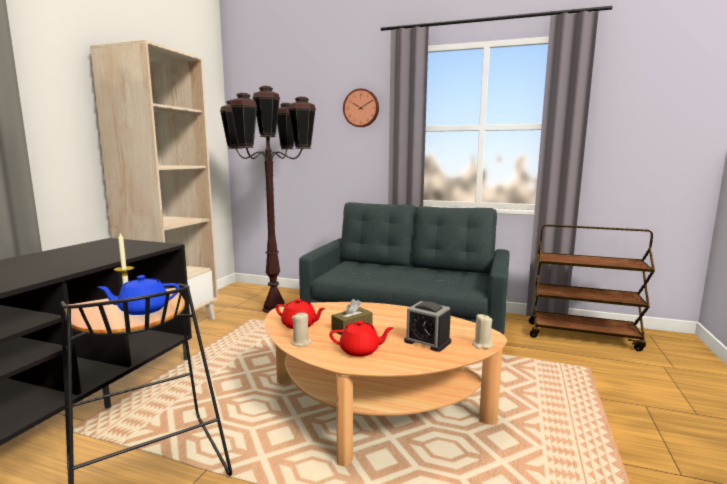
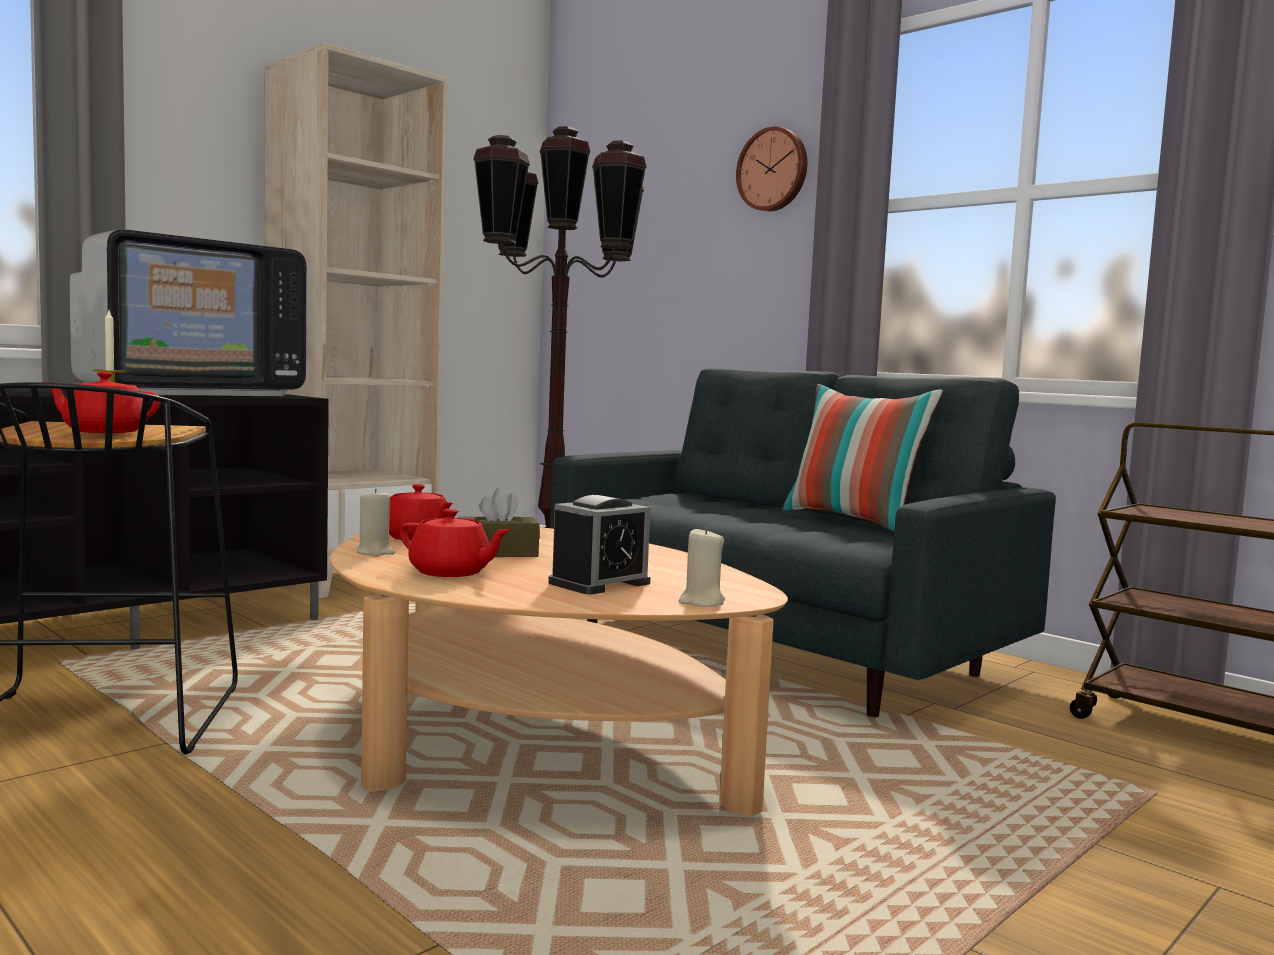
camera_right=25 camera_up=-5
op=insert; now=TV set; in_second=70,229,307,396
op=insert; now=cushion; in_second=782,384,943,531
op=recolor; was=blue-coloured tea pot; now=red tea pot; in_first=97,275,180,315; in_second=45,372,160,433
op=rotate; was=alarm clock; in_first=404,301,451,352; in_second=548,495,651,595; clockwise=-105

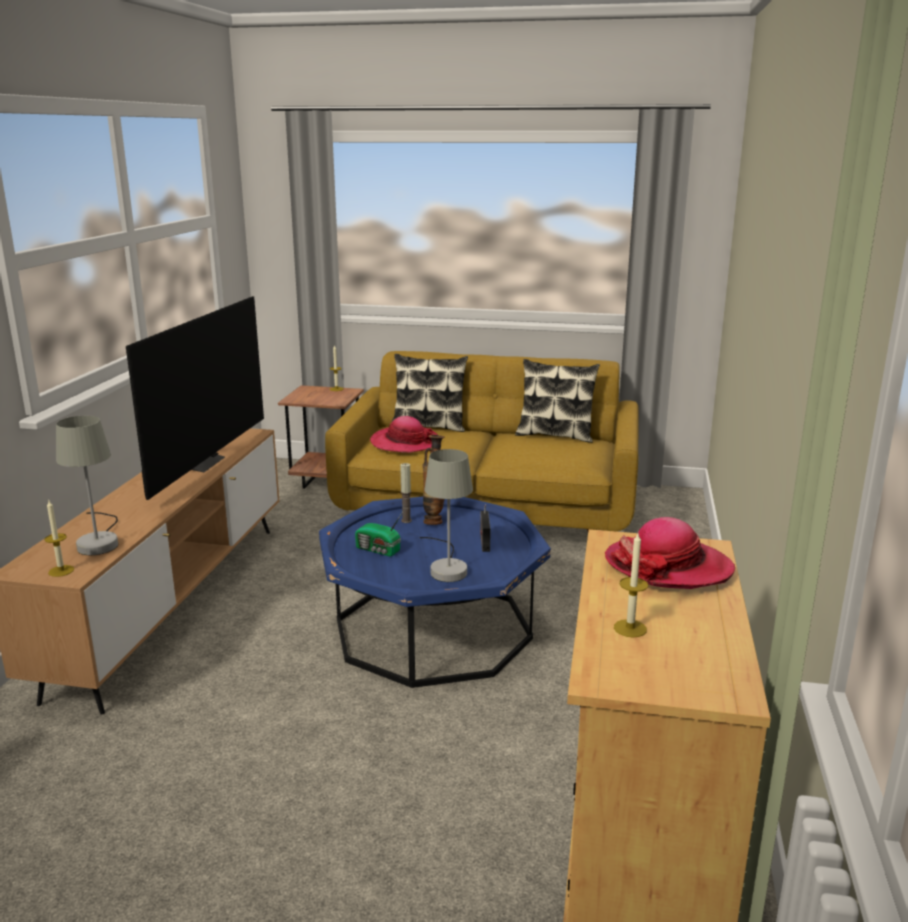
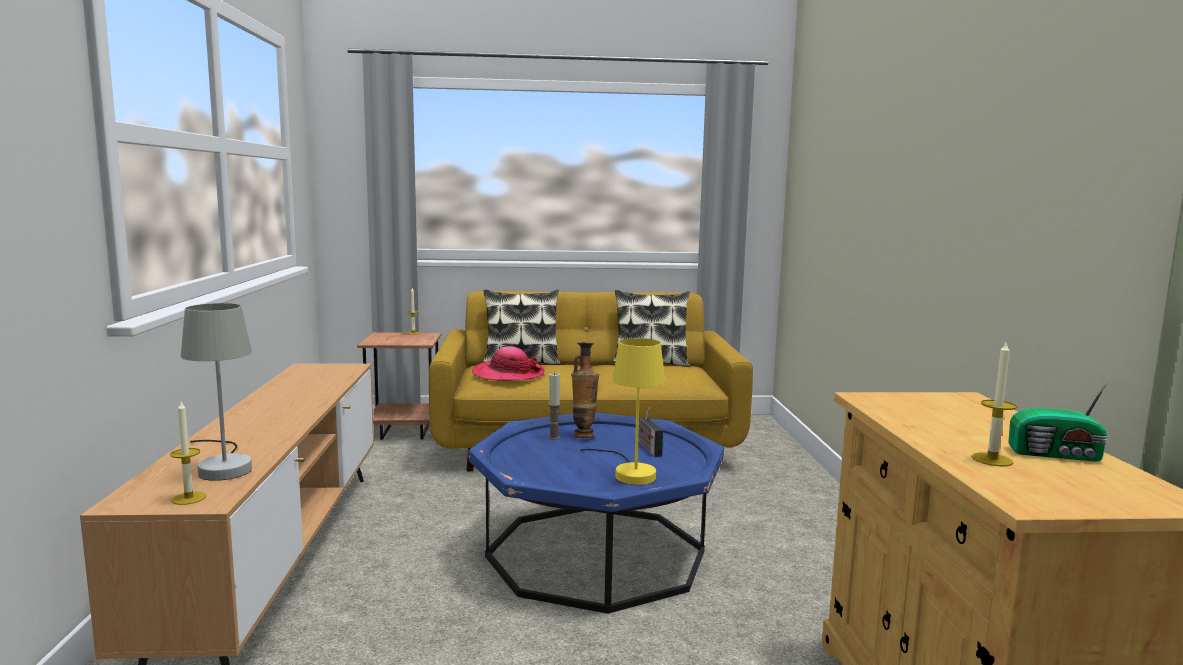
camera_right=-15 camera_up=-10
op=delete; was=TV set; in_first=126,296,264,500
op=delete; was=clothing hat; in_first=605,517,735,589
op=move; was=radio set; in_first=355,512,403,556; in_second=1008,378,1110,462
op=recolor; was=gray tabletop lamp; now=yellow-coloured tabletop lamp; in_first=419,449,473,582; in_second=580,338,665,485

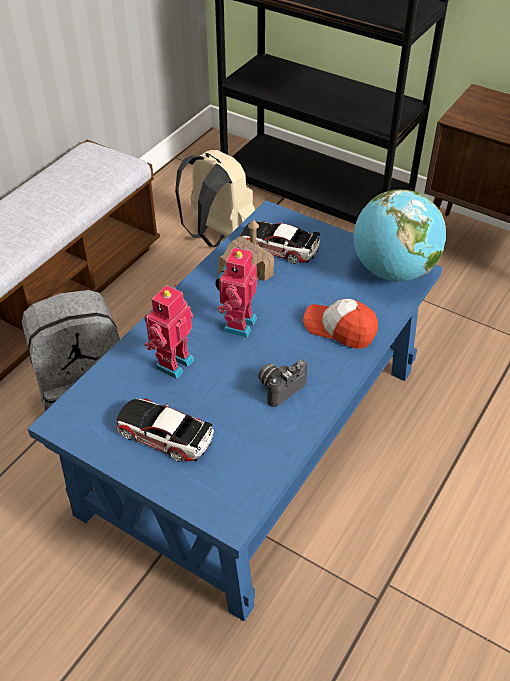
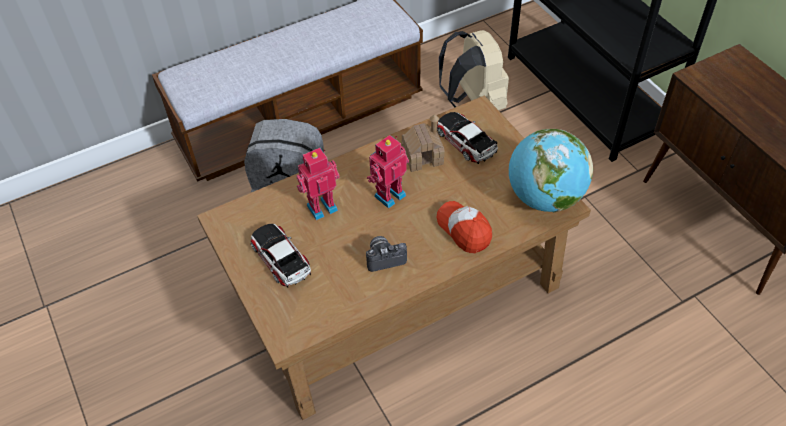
camera_right=30 camera_up=5
op=recolor; was=blue-coloured coffee table; now=brown-coloured coffee table; in_first=28,200,443,622; in_second=197,95,591,420

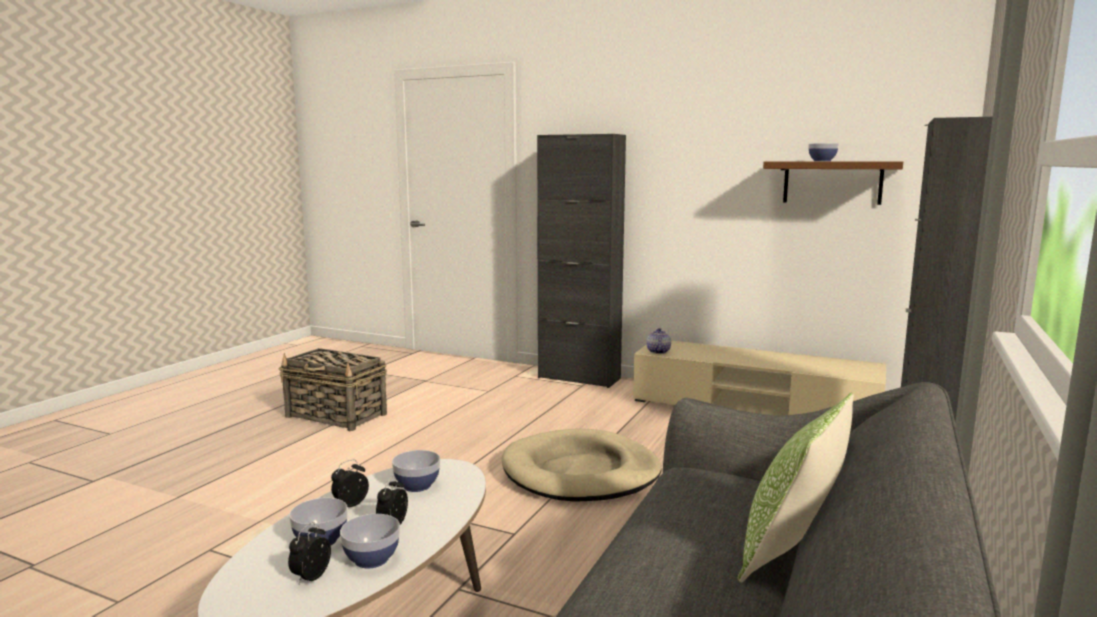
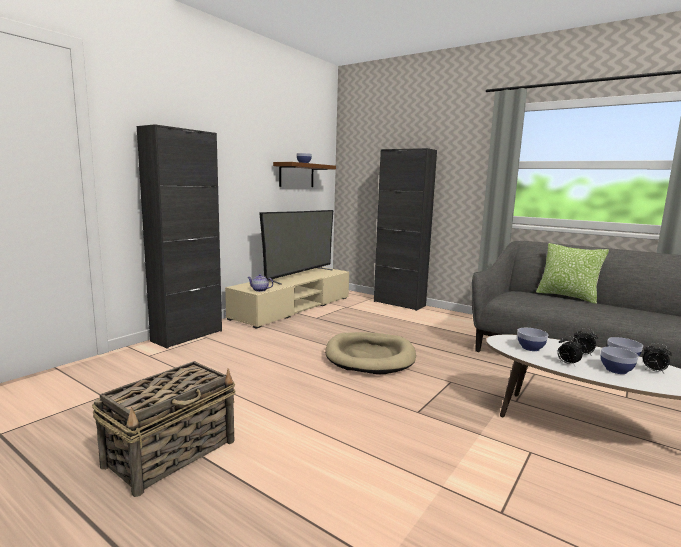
camera_right=-80 camera_up=0
op=insert; now=TV set; in_second=259,210,333,285

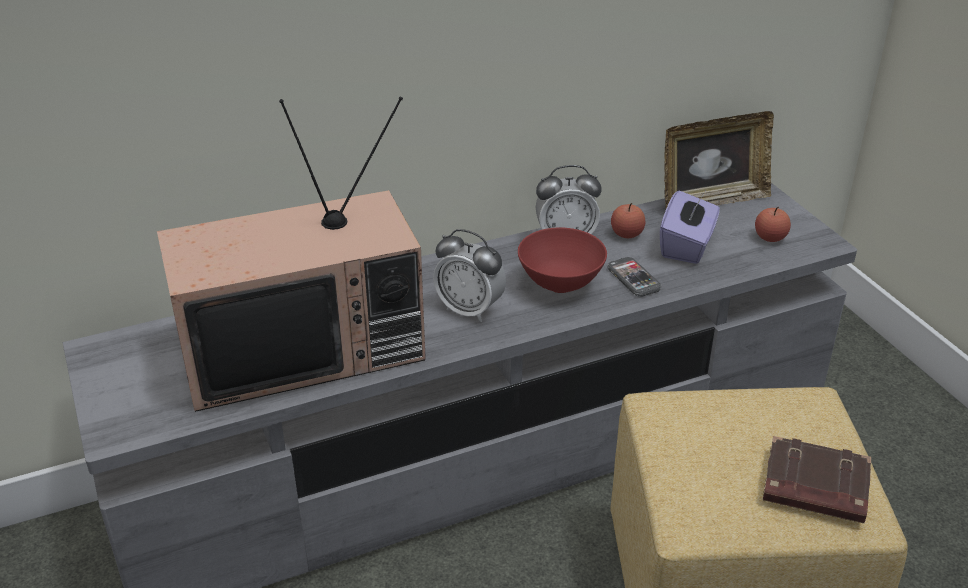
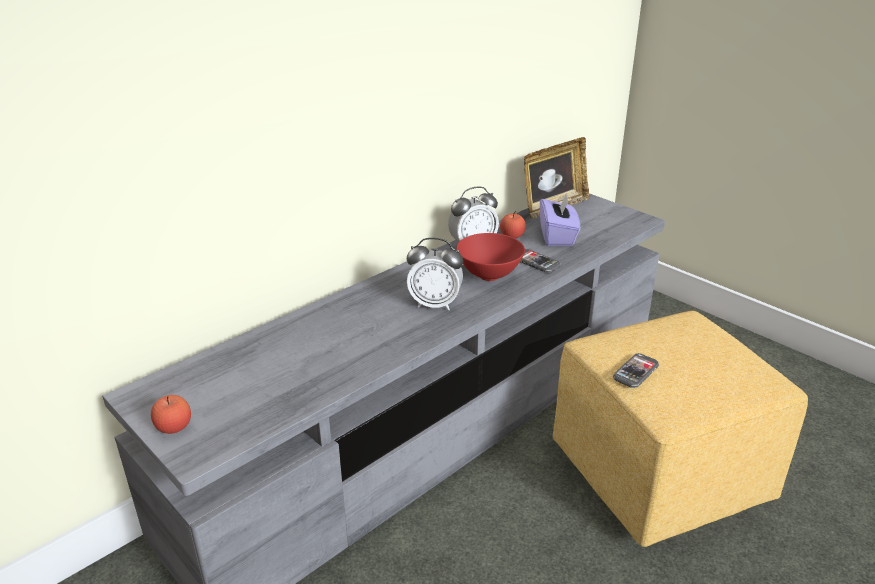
camera_right=-20 camera_up=-5
op=delete; was=TV set; in_first=157,97,426,412
op=delete; was=brown-coloured book; in_first=763,436,871,523
op=insert; now=handset; in_second=613,353,659,388
op=move; was=whole apple; in_first=755,207,791,242; in_second=151,395,191,434

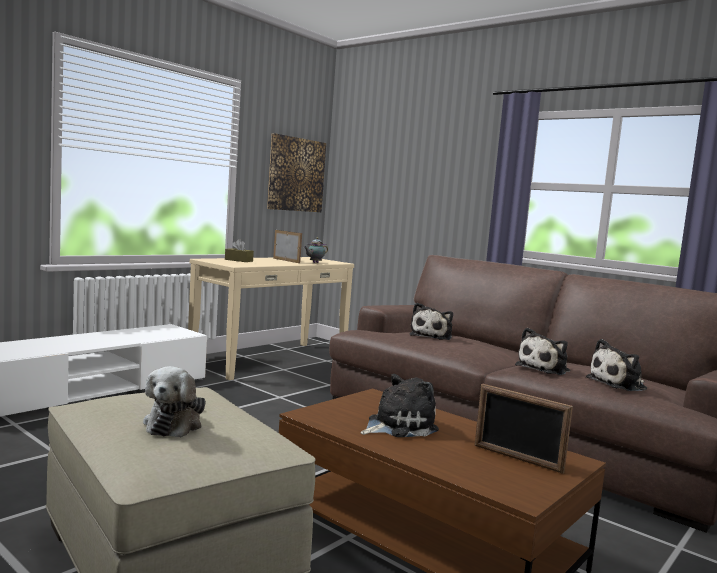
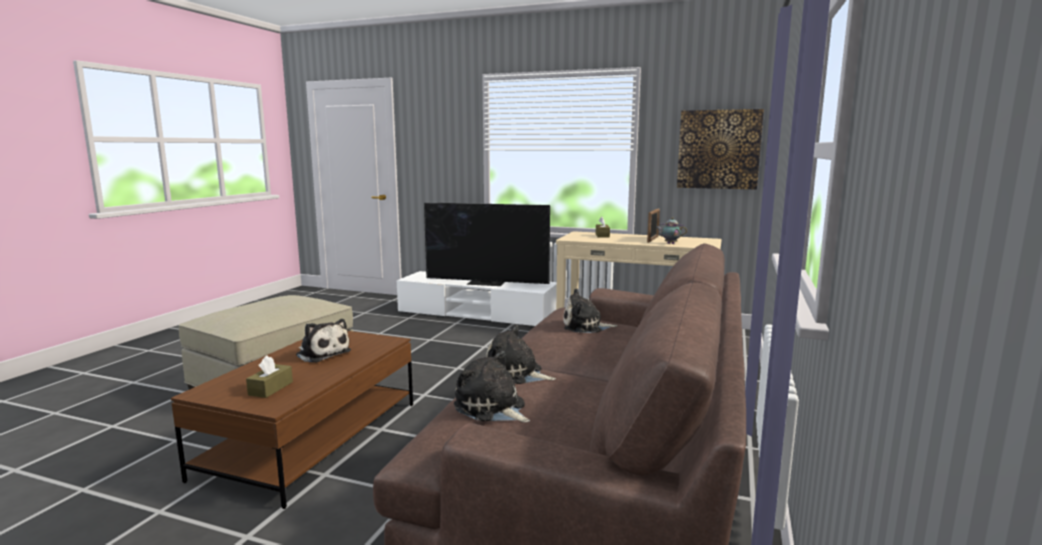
camera_right=70 camera_up=5
op=delete; was=soft toy; in_first=143,366,206,437
op=insert; now=TV set; in_second=424,202,550,286
op=replace; was=photo frame; now=brown-coloured tissue holder; in_first=475,384,573,474; in_second=246,356,293,398

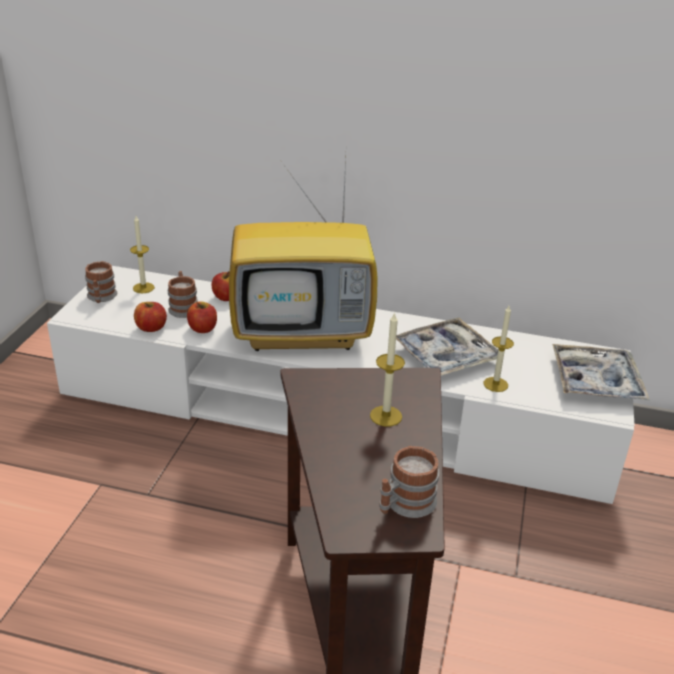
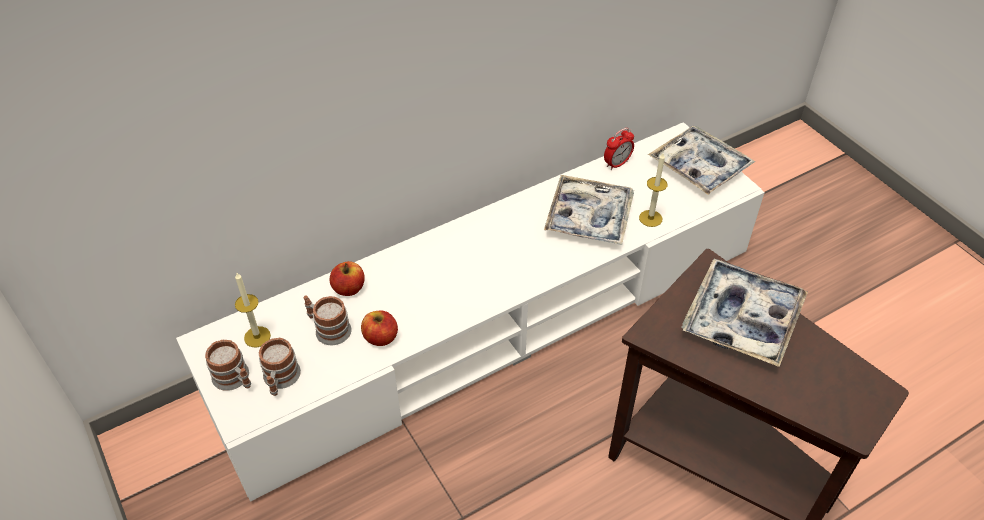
camera_right=-45 camera_up=15
op=delete; was=whole apple; in_first=134,302,167,332
op=delete; was=TV set; in_first=229,158,378,351
op=insert; now=alarm clock; in_second=604,128,634,170
op=move; was=mug; in_first=379,446,439,518; in_second=259,338,301,396
op=replace; was=wax light; now=carrying tray; in_first=370,312,405,427; in_second=682,259,808,367

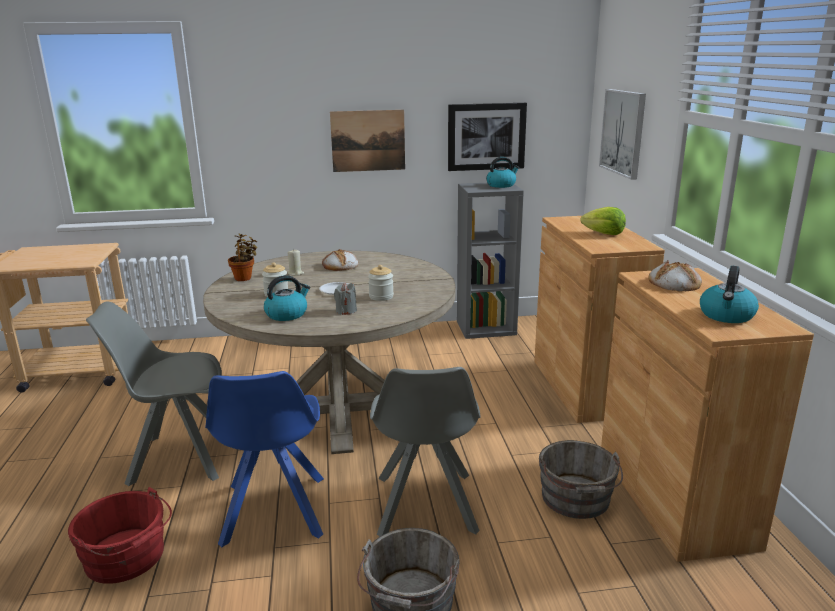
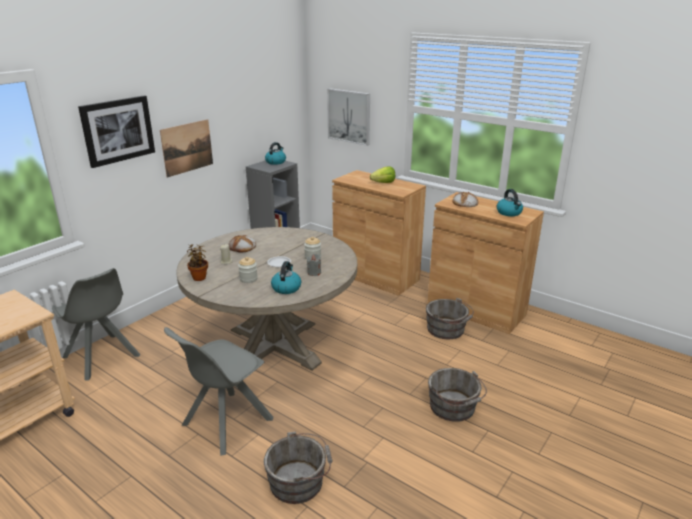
camera_right=-45 camera_up=5
op=delete; was=blue-coloured plain chair; in_first=205,371,324,548
op=move; was=gray plain chair; in_first=370,367,481,537; in_second=52,268,140,381
op=move; was=picture; in_first=448,103,527,171; in_second=78,95,155,168
op=recolor; was=red bucket; now=gray bucket; in_first=68,487,172,584; in_second=264,432,333,504

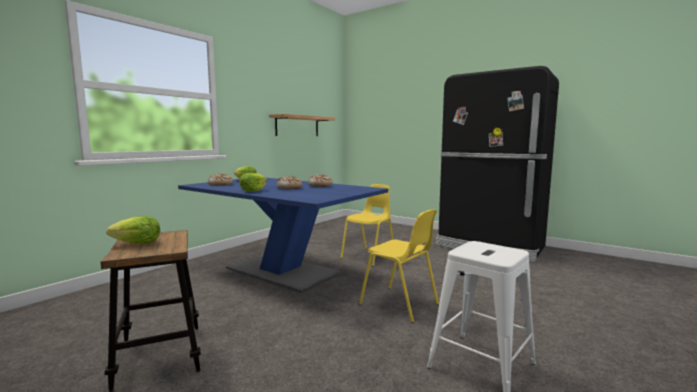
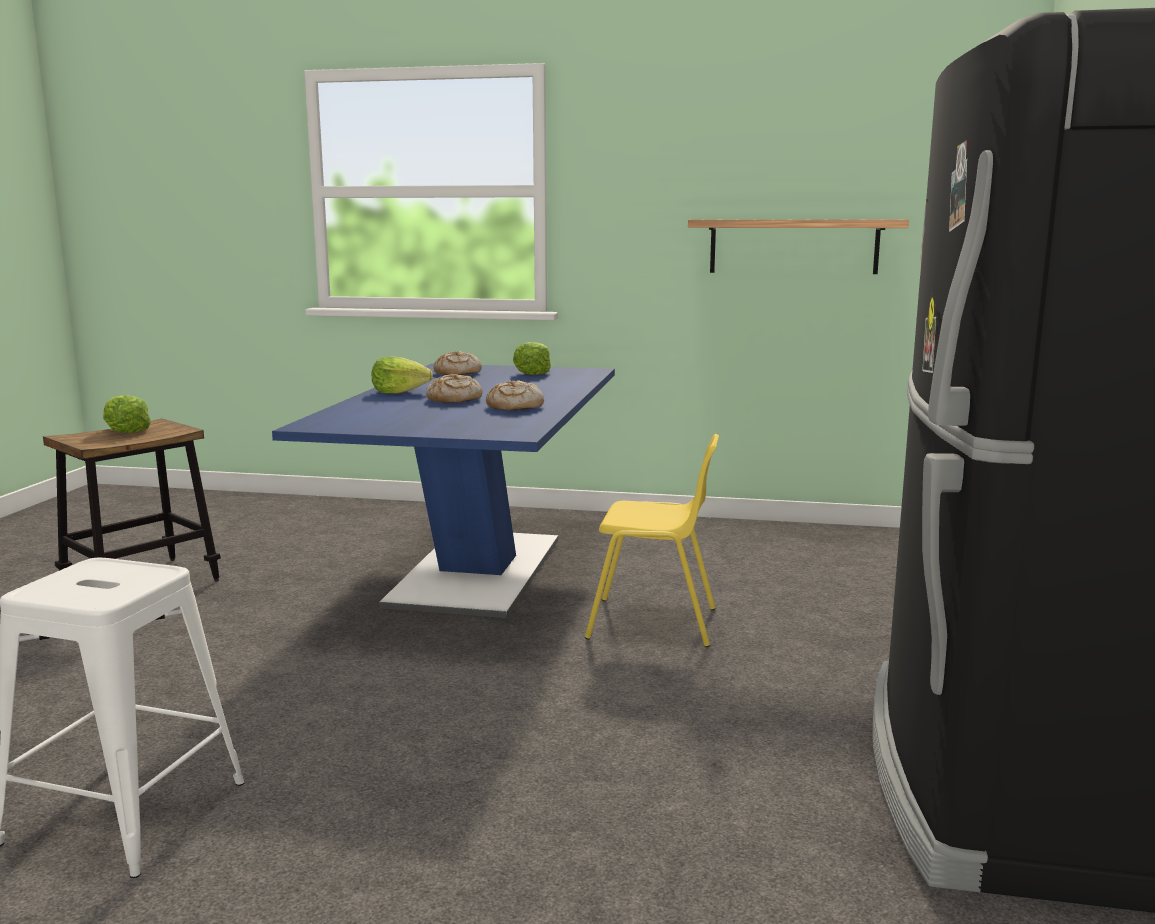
camera_right=65 camera_up=5
op=delete; was=yellow-coloured plain chair; in_first=359,209,439,323

